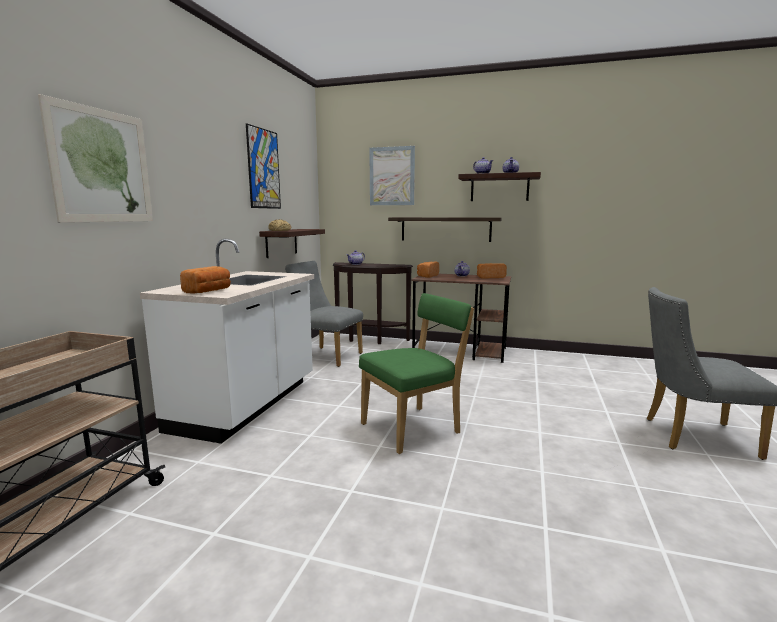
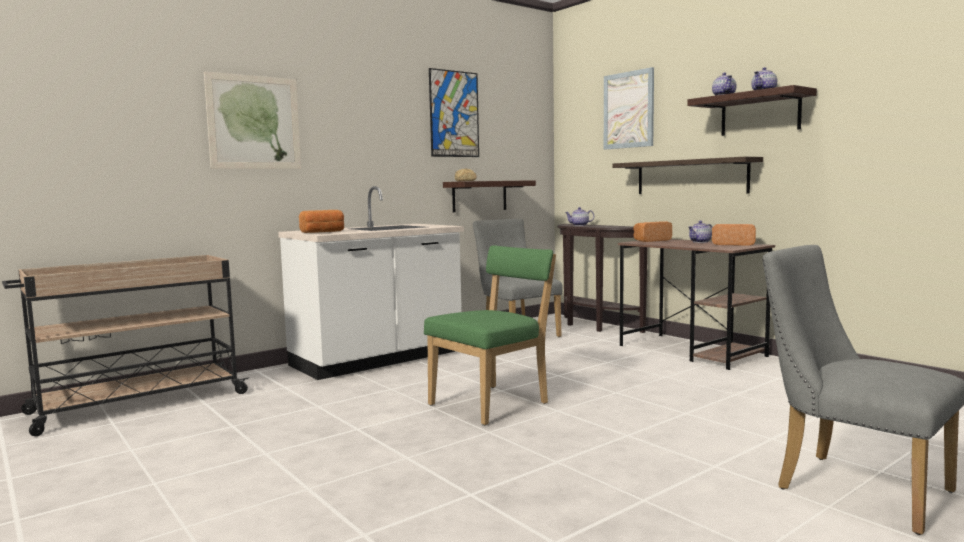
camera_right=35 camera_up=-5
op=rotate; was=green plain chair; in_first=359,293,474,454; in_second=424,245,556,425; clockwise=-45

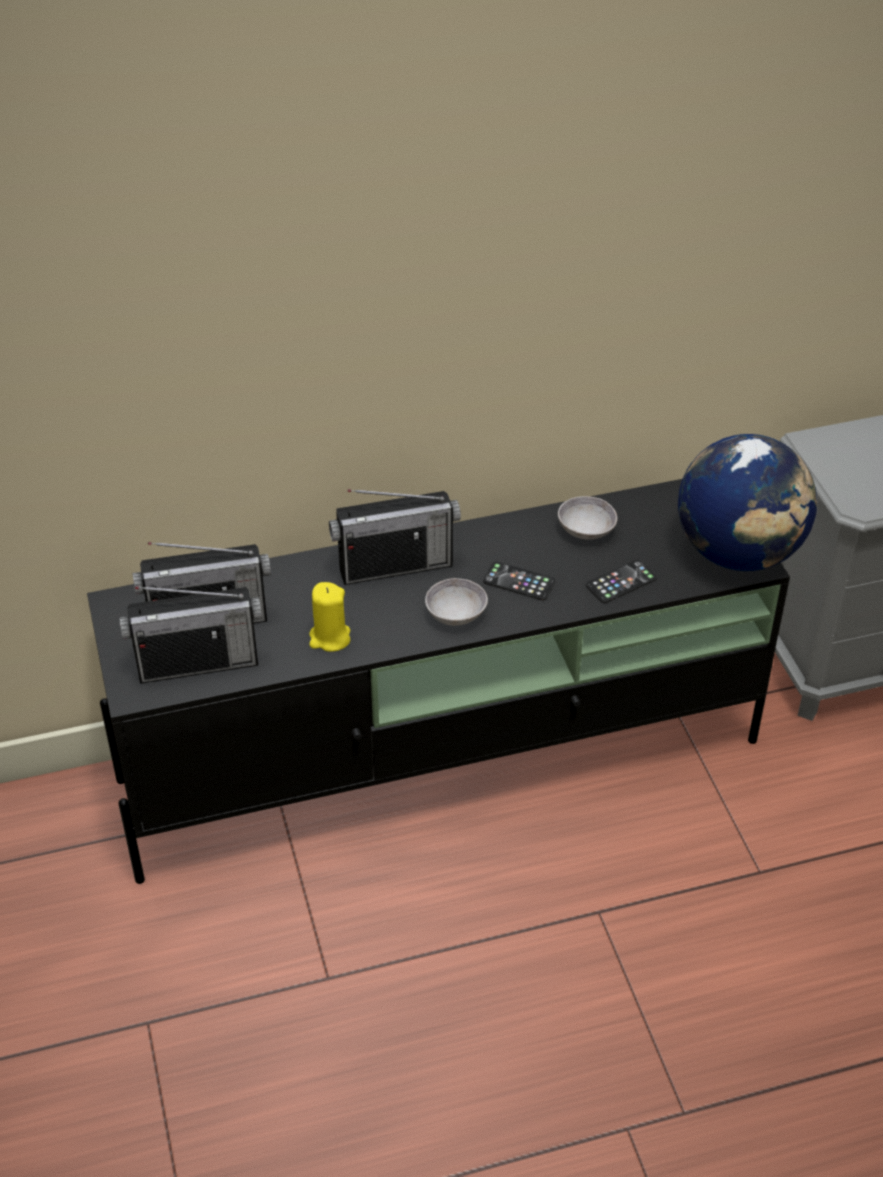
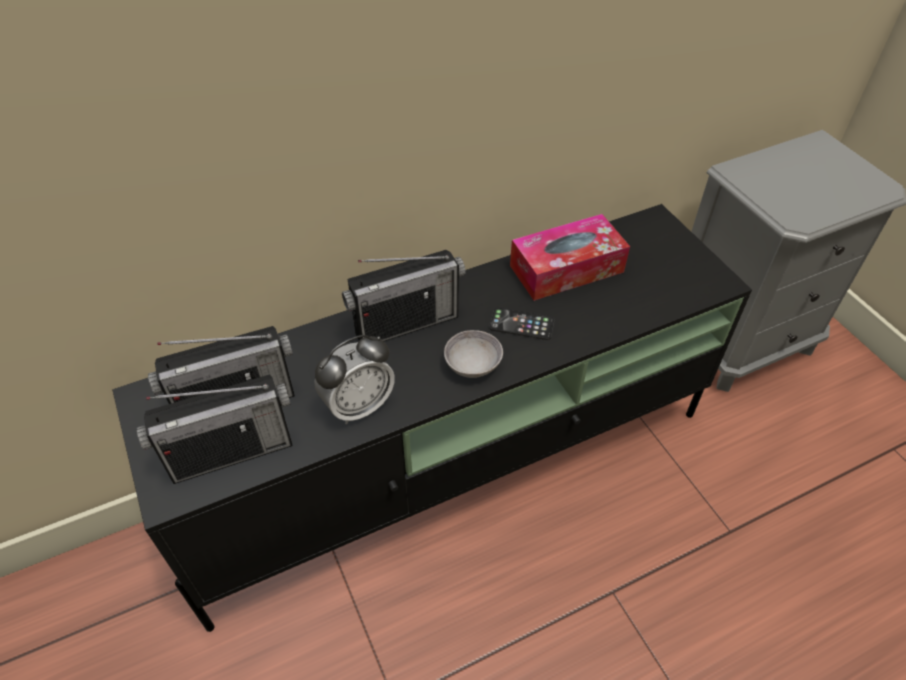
camera_right=-10 camera_up=5
op=delete; was=handset; in_first=586,560,657,603
op=delete; was=desk globe; in_first=678,434,817,571
op=replace; was=yellow-coloured wax light; now=alarm clock; in_first=309,582,350,652; in_second=314,335,395,424
op=replace; was=gray serving bowl; now=tissue holder; in_first=558,496,617,540; in_second=510,214,630,301

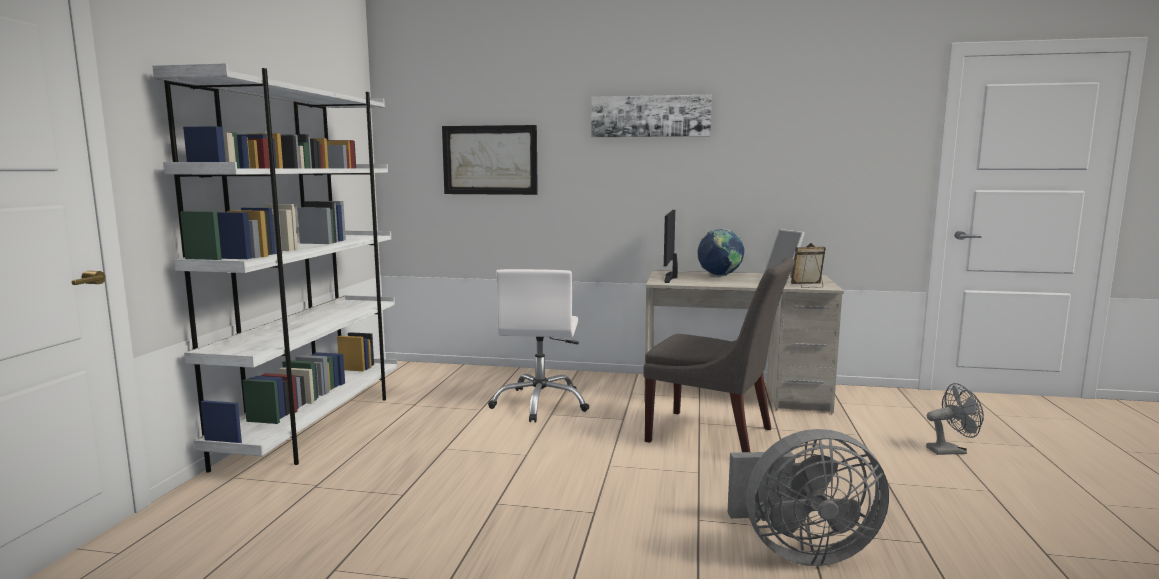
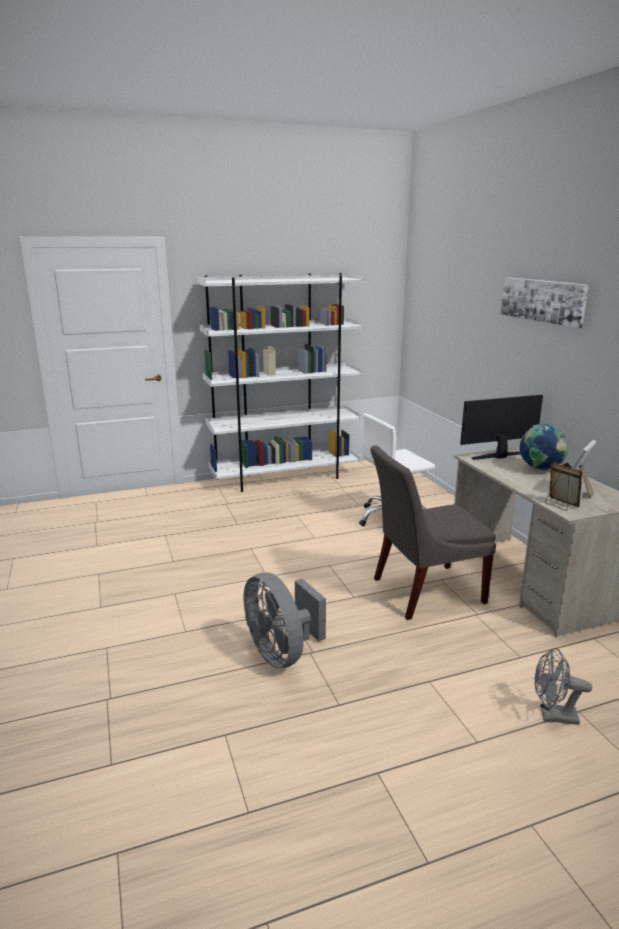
camera_right=60 camera_up=10
op=delete; was=picture; in_first=442,125,538,195
op=rotate; was=gray plain chair; in_first=643,258,795,452; in_second=370,445,496,620; clockwise=75
op=rotate; was=gray cooling fan; in_first=926,383,984,455; in_second=534,648,592,725; clockwise=135

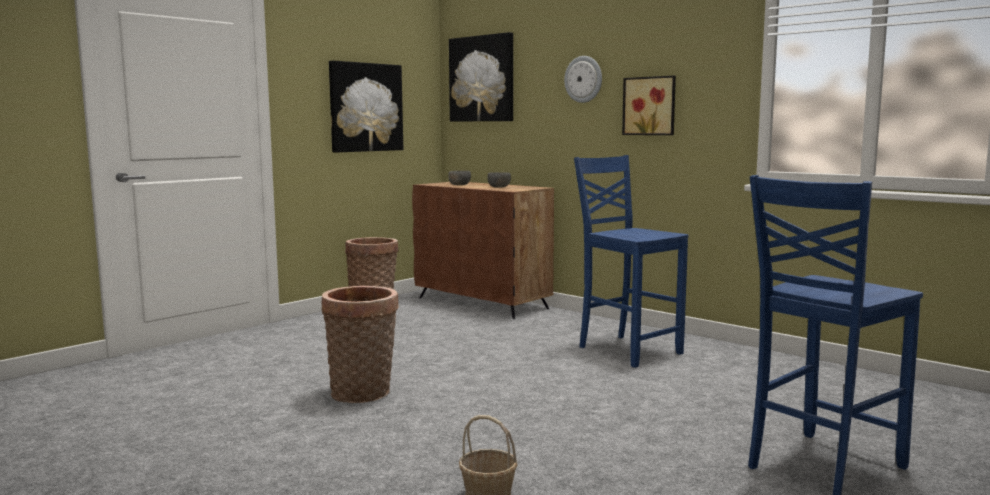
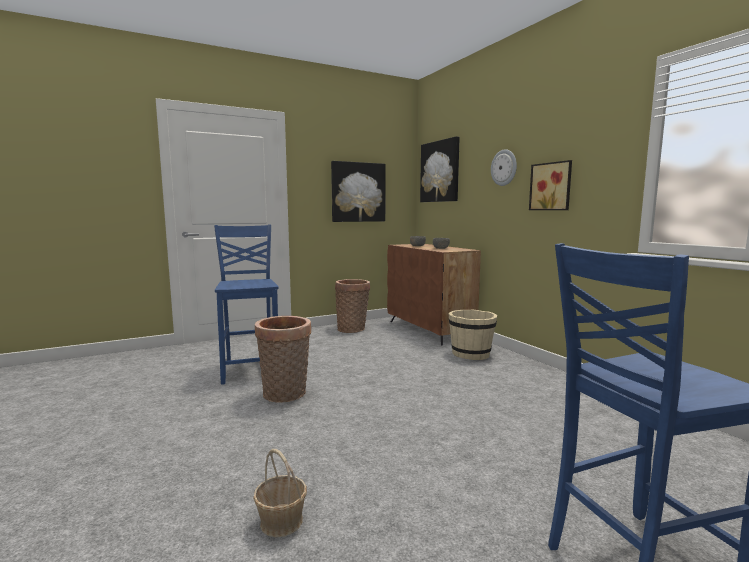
camera_right=20 camera_up=0
op=insert; now=sand-coloured bucket; in_second=448,309,497,360
op=move; was=blue-coloured plain chair; in_first=574,155,688,368; in_second=214,225,279,385

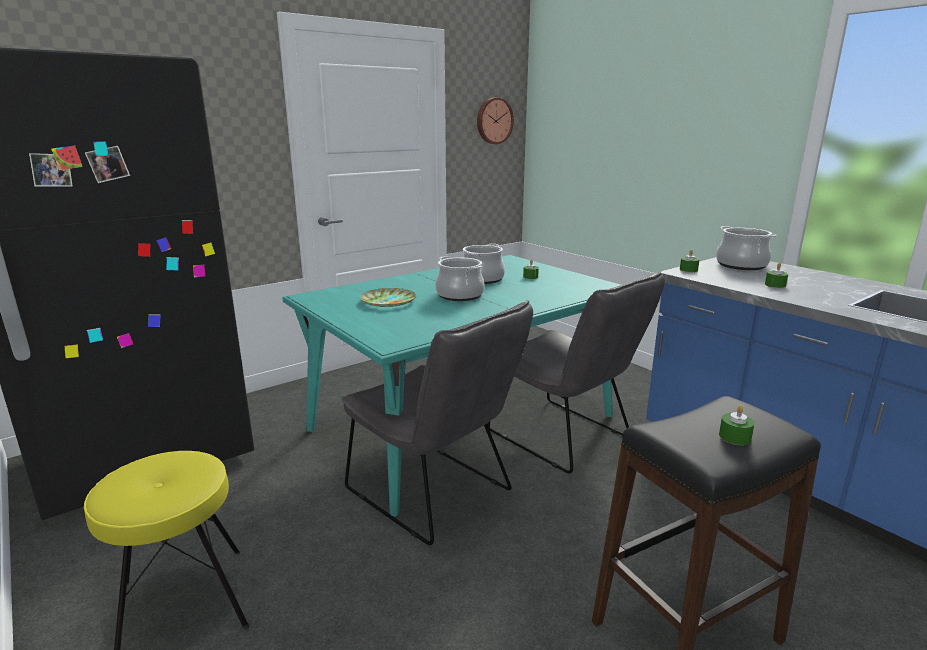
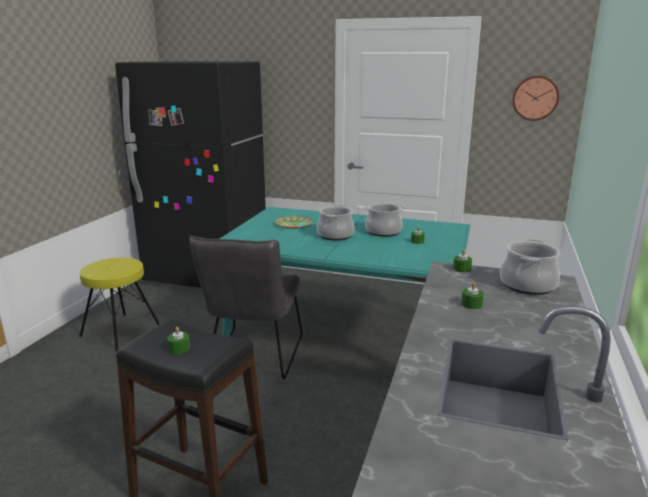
camera_right=55 camera_up=0
op=delete; was=gray plain chair; in_first=487,271,665,474

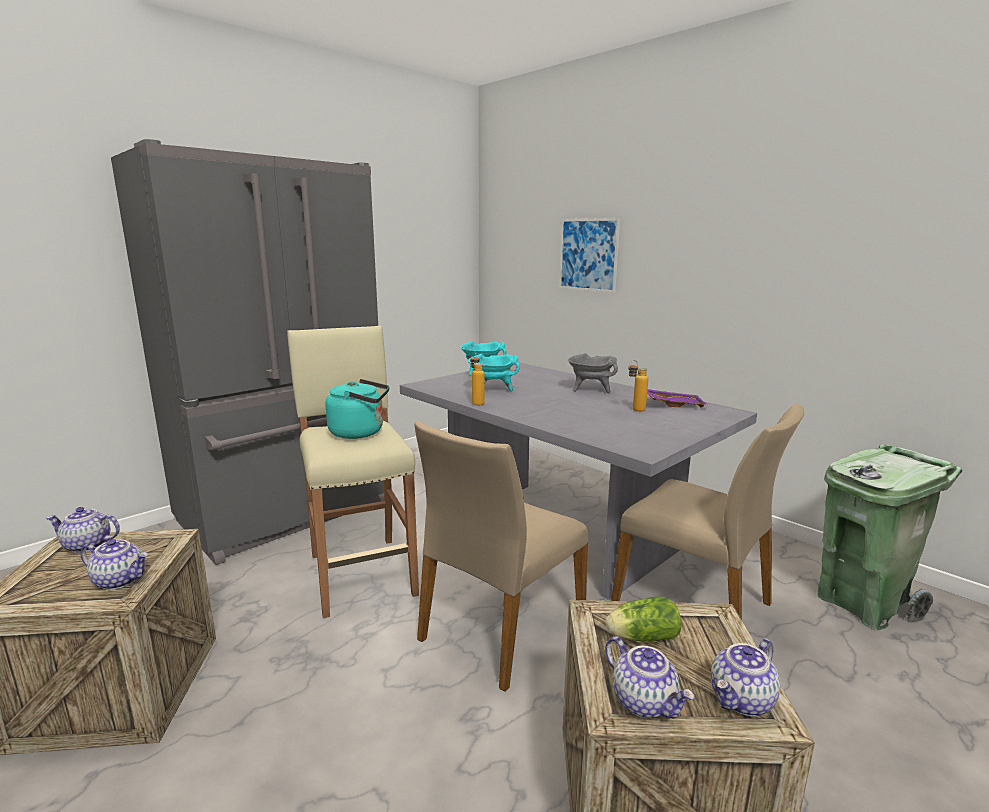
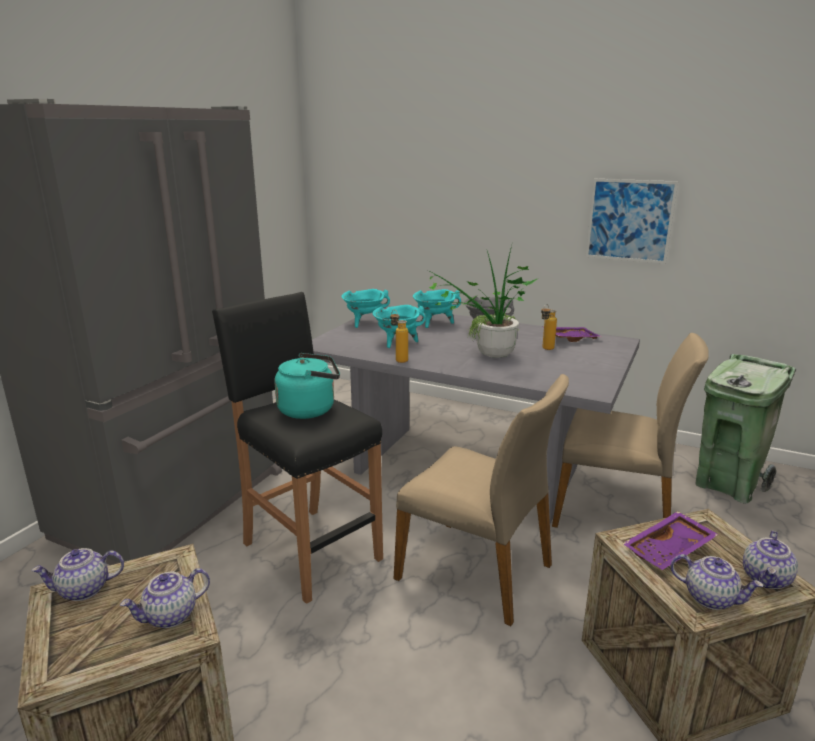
camera_right=-20 camera_up=5
op=insert; now=turquoise-coloured stockpot; in_second=413,289,461,328
op=insert; now=houseplant; in_second=426,245,537,358
op=move; was=picture; in_first=559,218,620,293; in_second=586,179,678,264
op=replace; was=lettuce; now=purple-coloured carrying tray; in_first=605,596,681,642; in_second=623,511,719,570
op=recolor; was=sand-coloured stool; now=blackish stool; in_first=287,326,419,618; in_second=212,292,383,604
op=rotate; was=tea pot; in_first=80,539,148,590; in_second=120,568,210,628; clockwise=150
op=rotate; was=sand-coloured plain chair; in_first=415,420,588,692; in_second=394,374,569,626; clockwise=-75

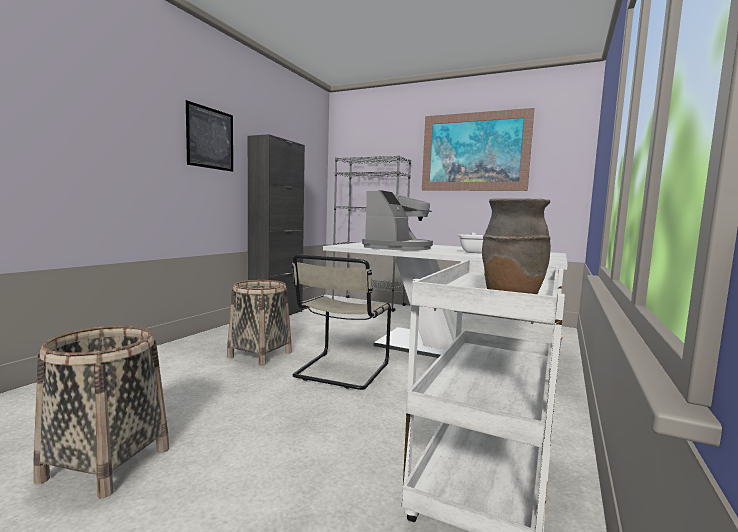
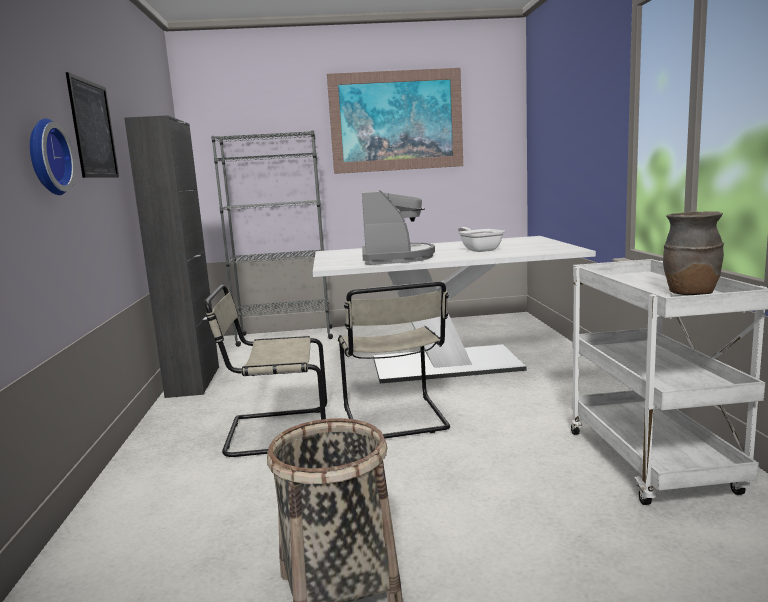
camera_right=-30 camera_up=5
op=insert; now=clock on the wall; in_second=30,118,76,195
op=replace; was=basket; now=sand-coloured plain chair; in_first=227,280,292,366; in_second=204,285,327,457

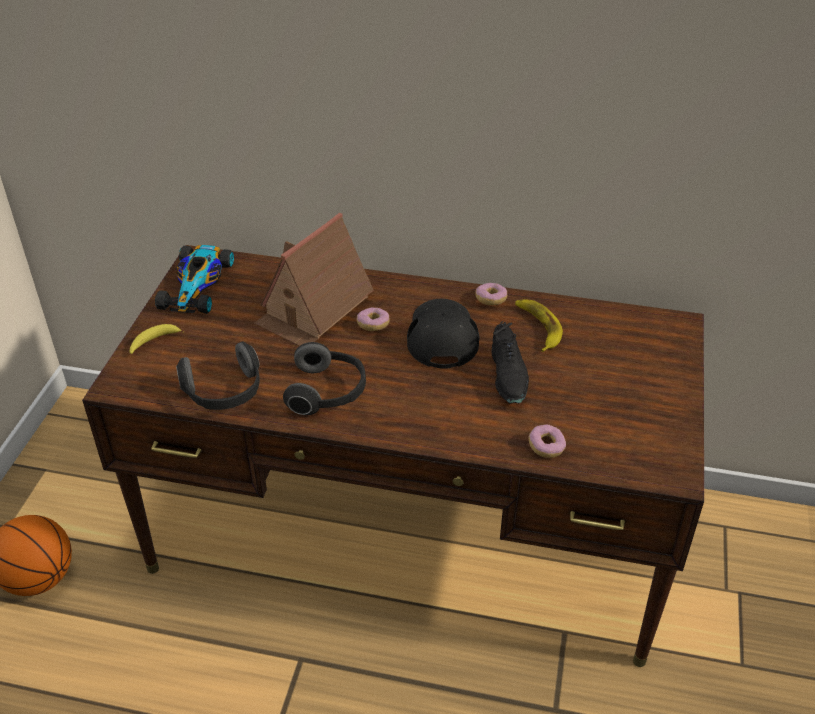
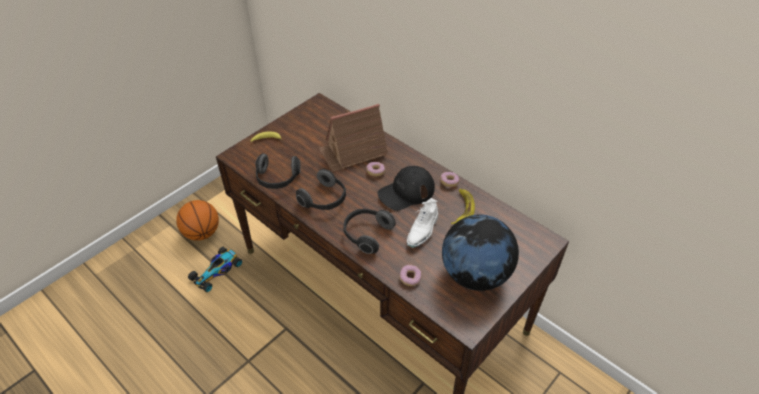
camera_right=30 camera_up=5
op=insert; now=headset; in_second=344,209,396,254
op=insert; now=desk globe; in_second=442,215,519,291
op=move; was=toy car; in_first=155,245,234,314; in_second=188,247,242,293
op=recolor; was=blackish low shoe; now=whitish low shoe; in_first=491,321,529,404; in_second=407,198,438,248
op=rotate; was=blackish peaked cap; in_first=407,299,480,369; in_second=377,166,435,211; clockwise=-150

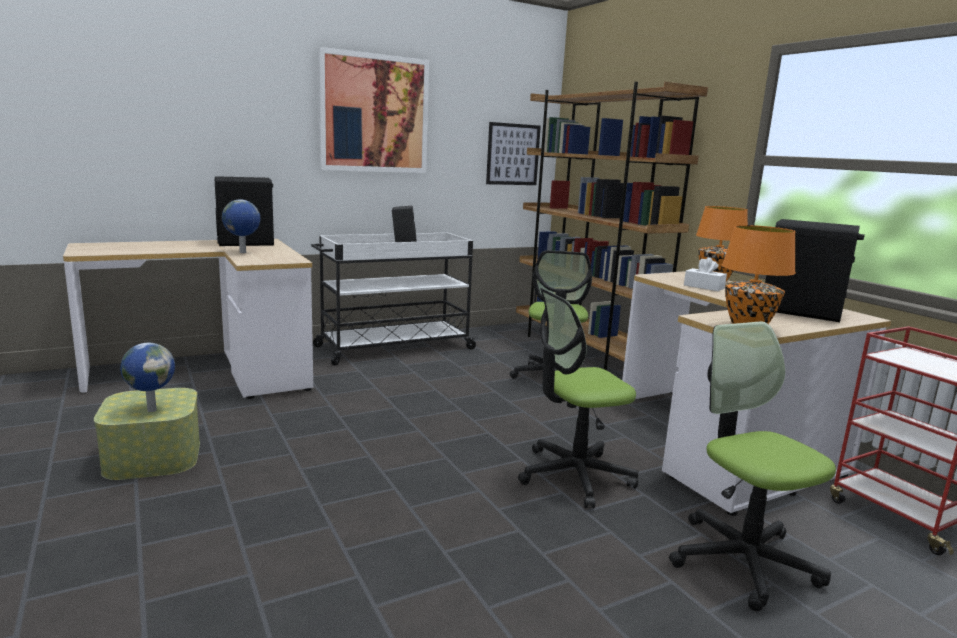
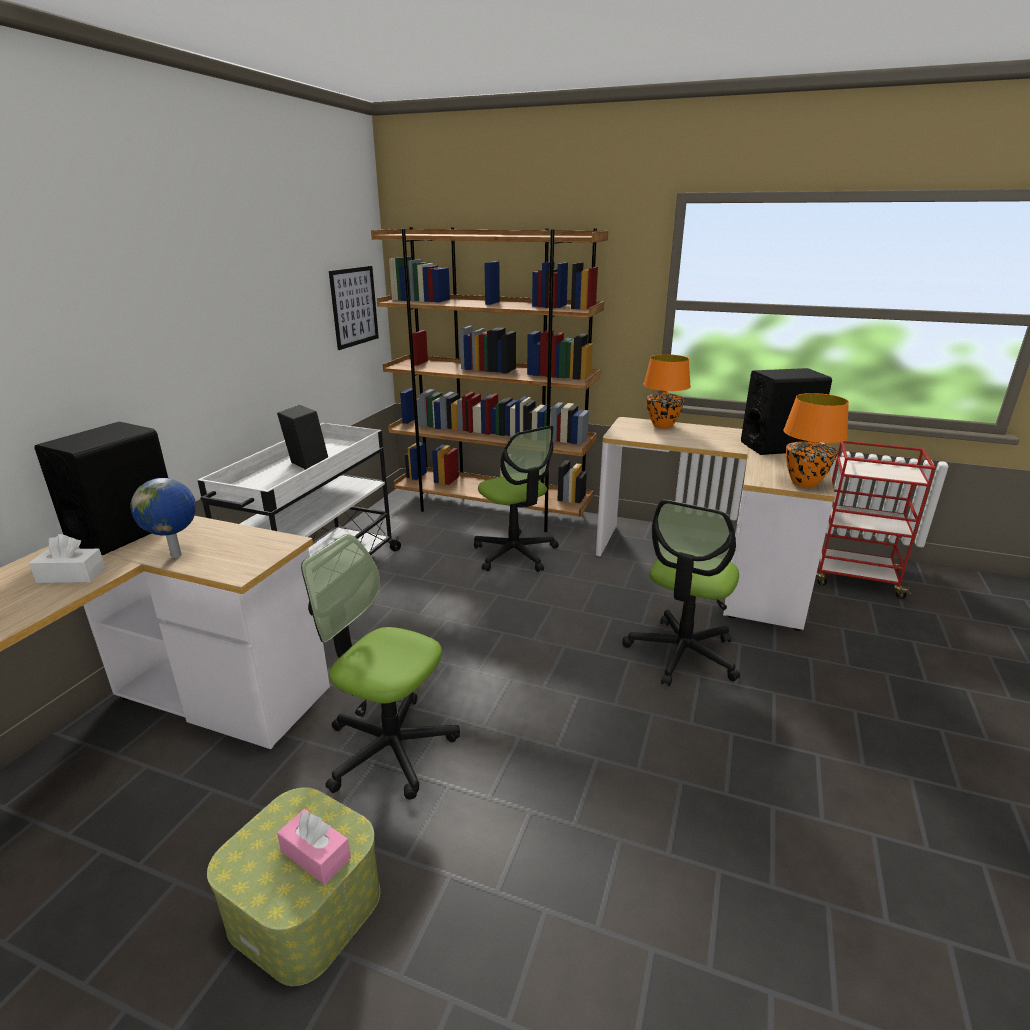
camera_right=-40 camera_up=10
op=delete; was=picture; in_first=318,47,429,173
op=move; was=computer chair; in_first=669,321,836,611; in_second=301,534,460,799
op=move; was=whitish tissue holder; in_first=684,257,727,291; in_second=29,534,105,583
op=replace; was=desk globe; now=pink tissue holder; in_first=120,343,175,412; in_second=277,809,351,885

